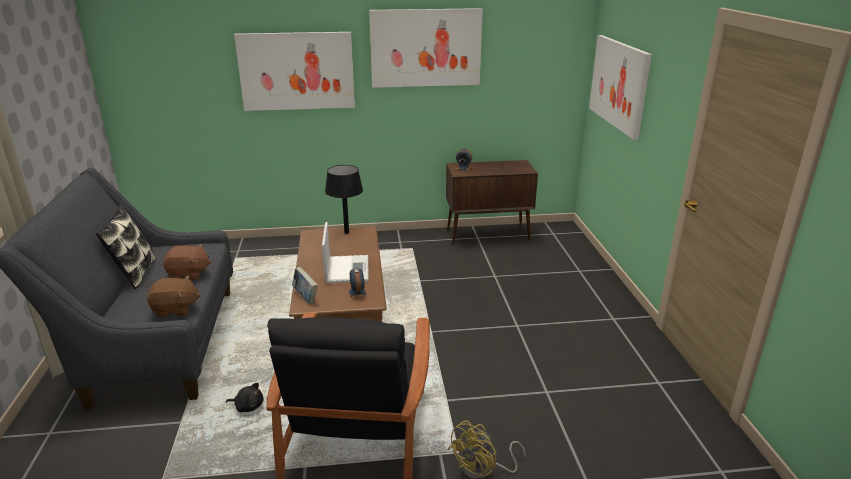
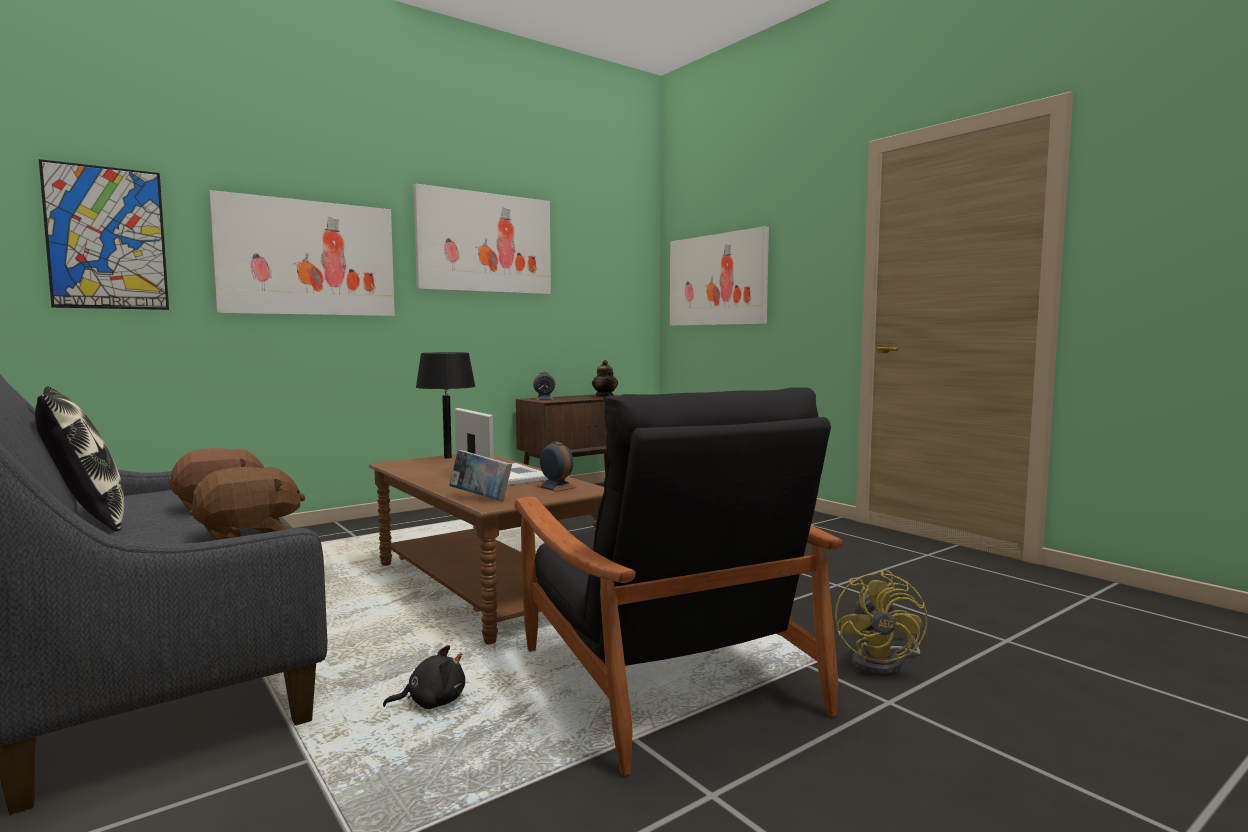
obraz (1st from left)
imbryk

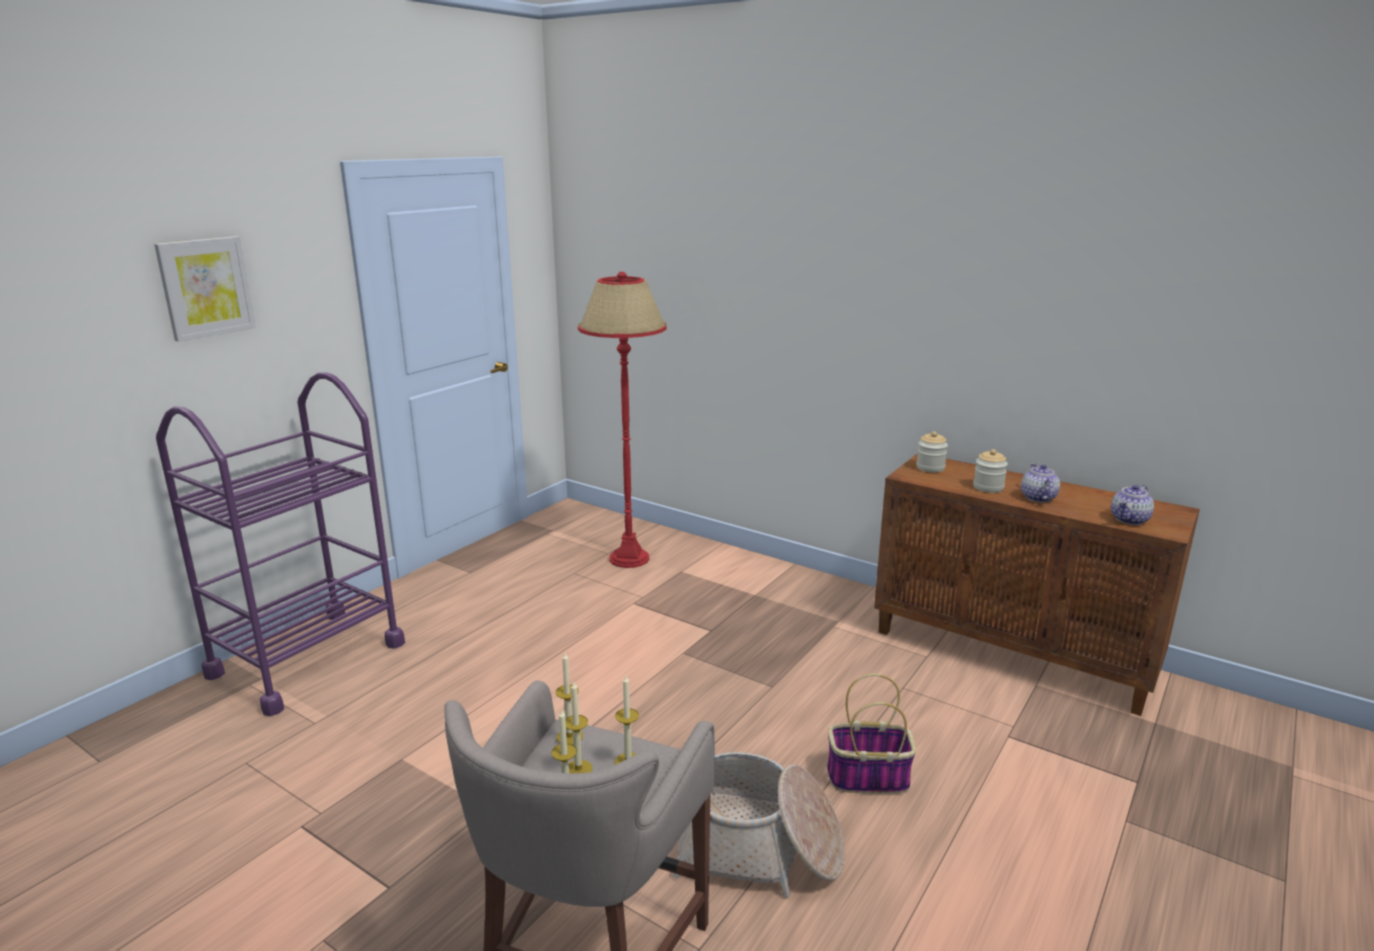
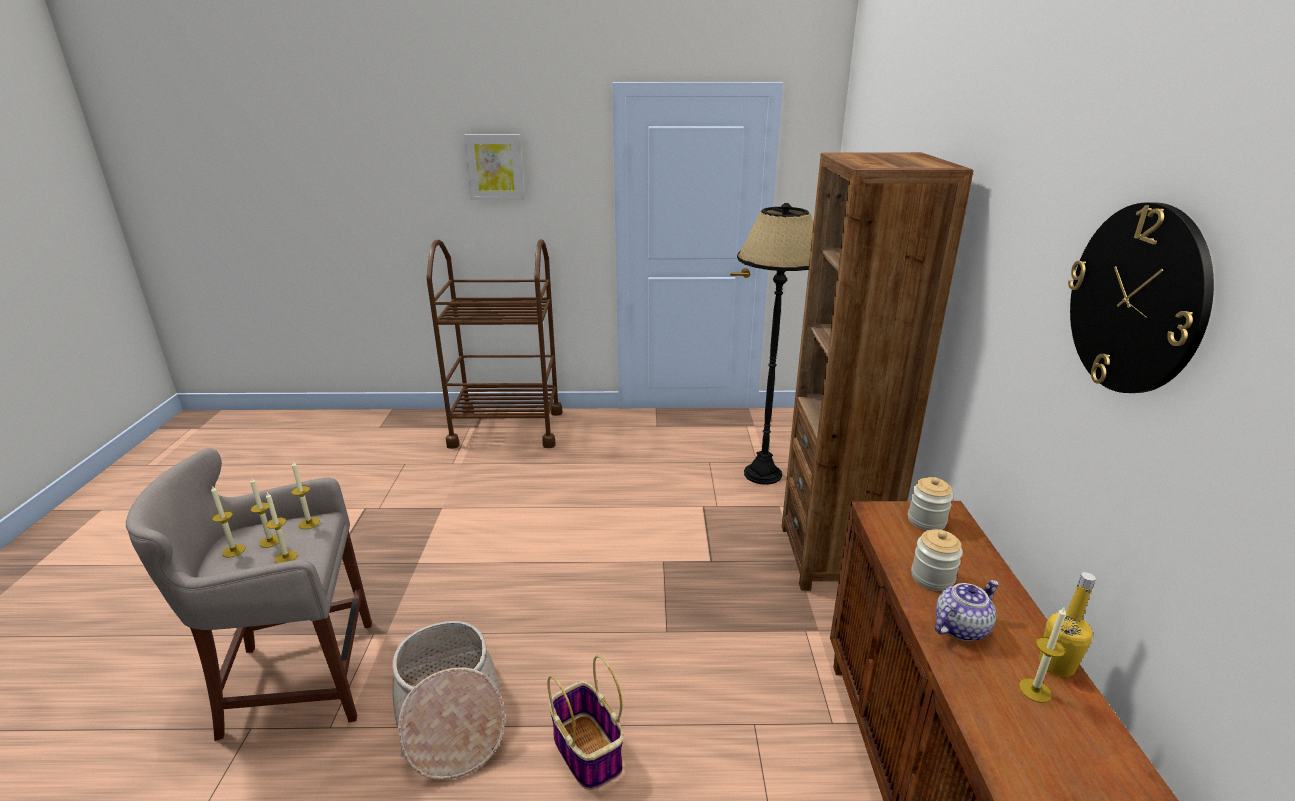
imbryk (2nd from left in the first image)
regał [brązowy]
świeca (5th from left)
butelka [żółty]
zegar ścienny
wózek [brązowy]
lampa stojąca [czarny]

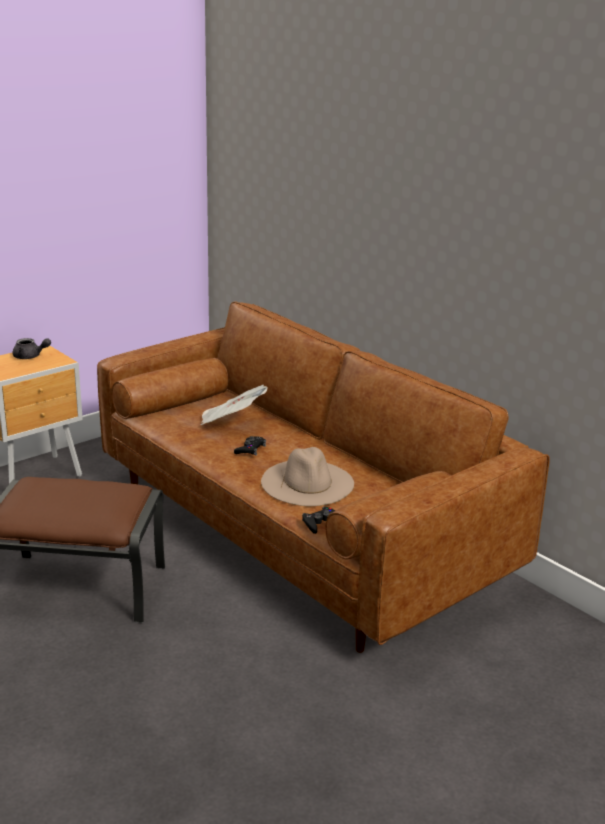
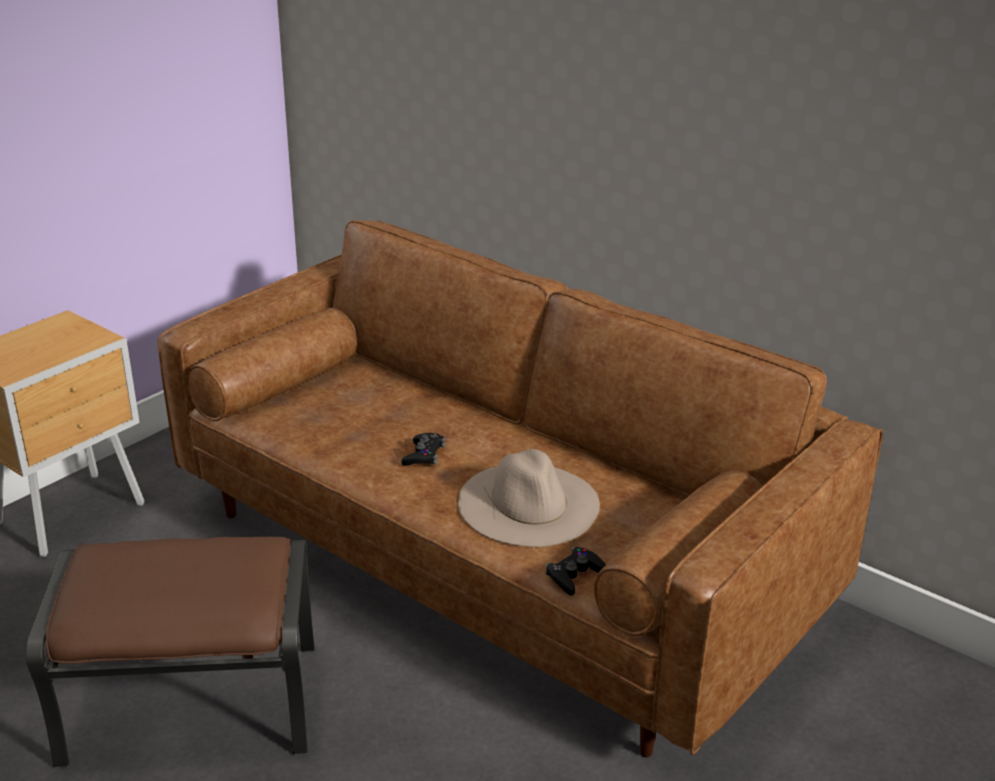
imbryk [szary]
gazeta

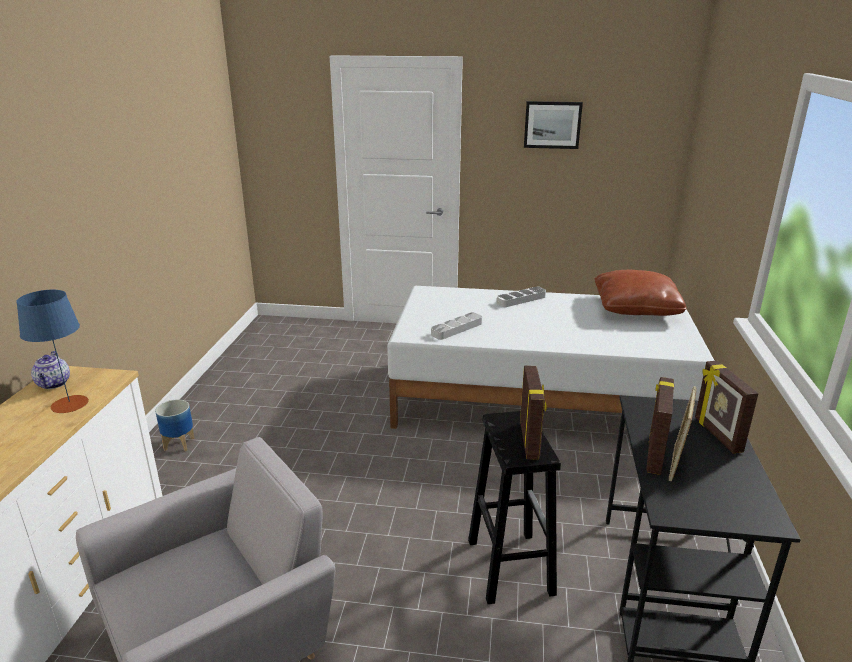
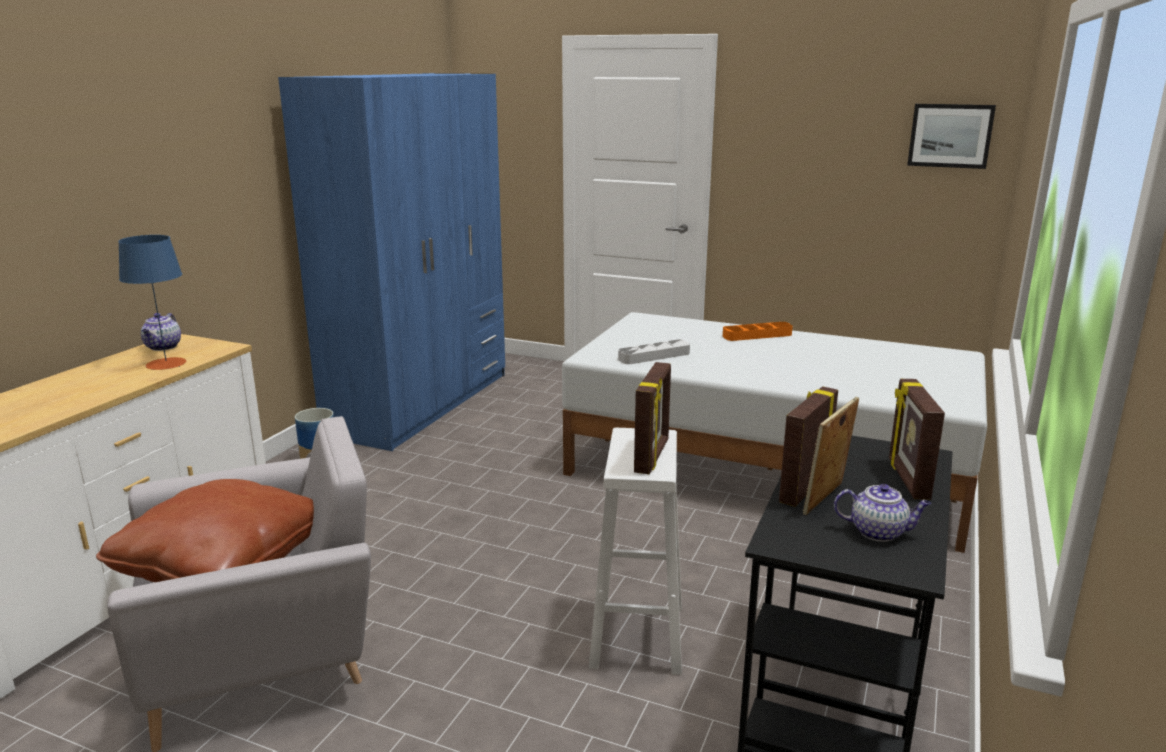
szafa [niebieski]
imbryk (2nd from left)
obraz
poduszka [brązowy]
stołek [biały]
taca [pomarańczowy]

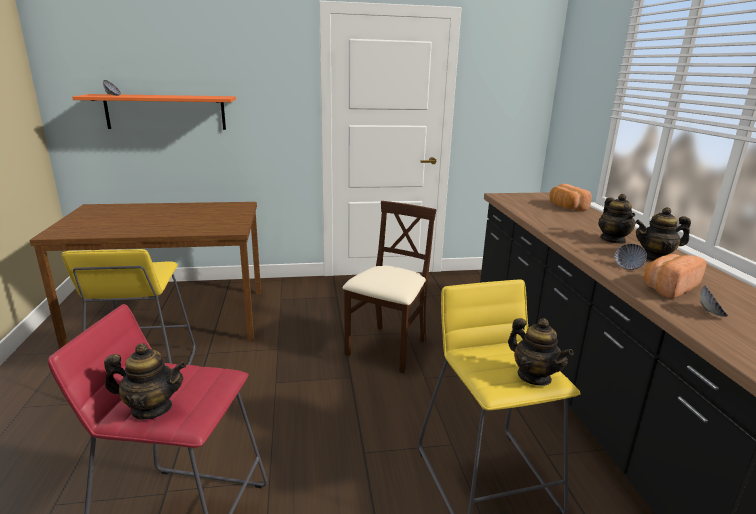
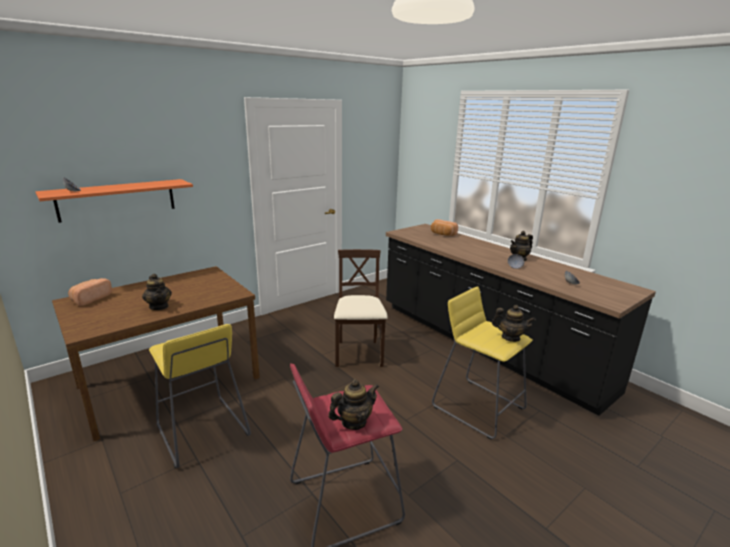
imbryk (1st from left)
chleb (1st from left)

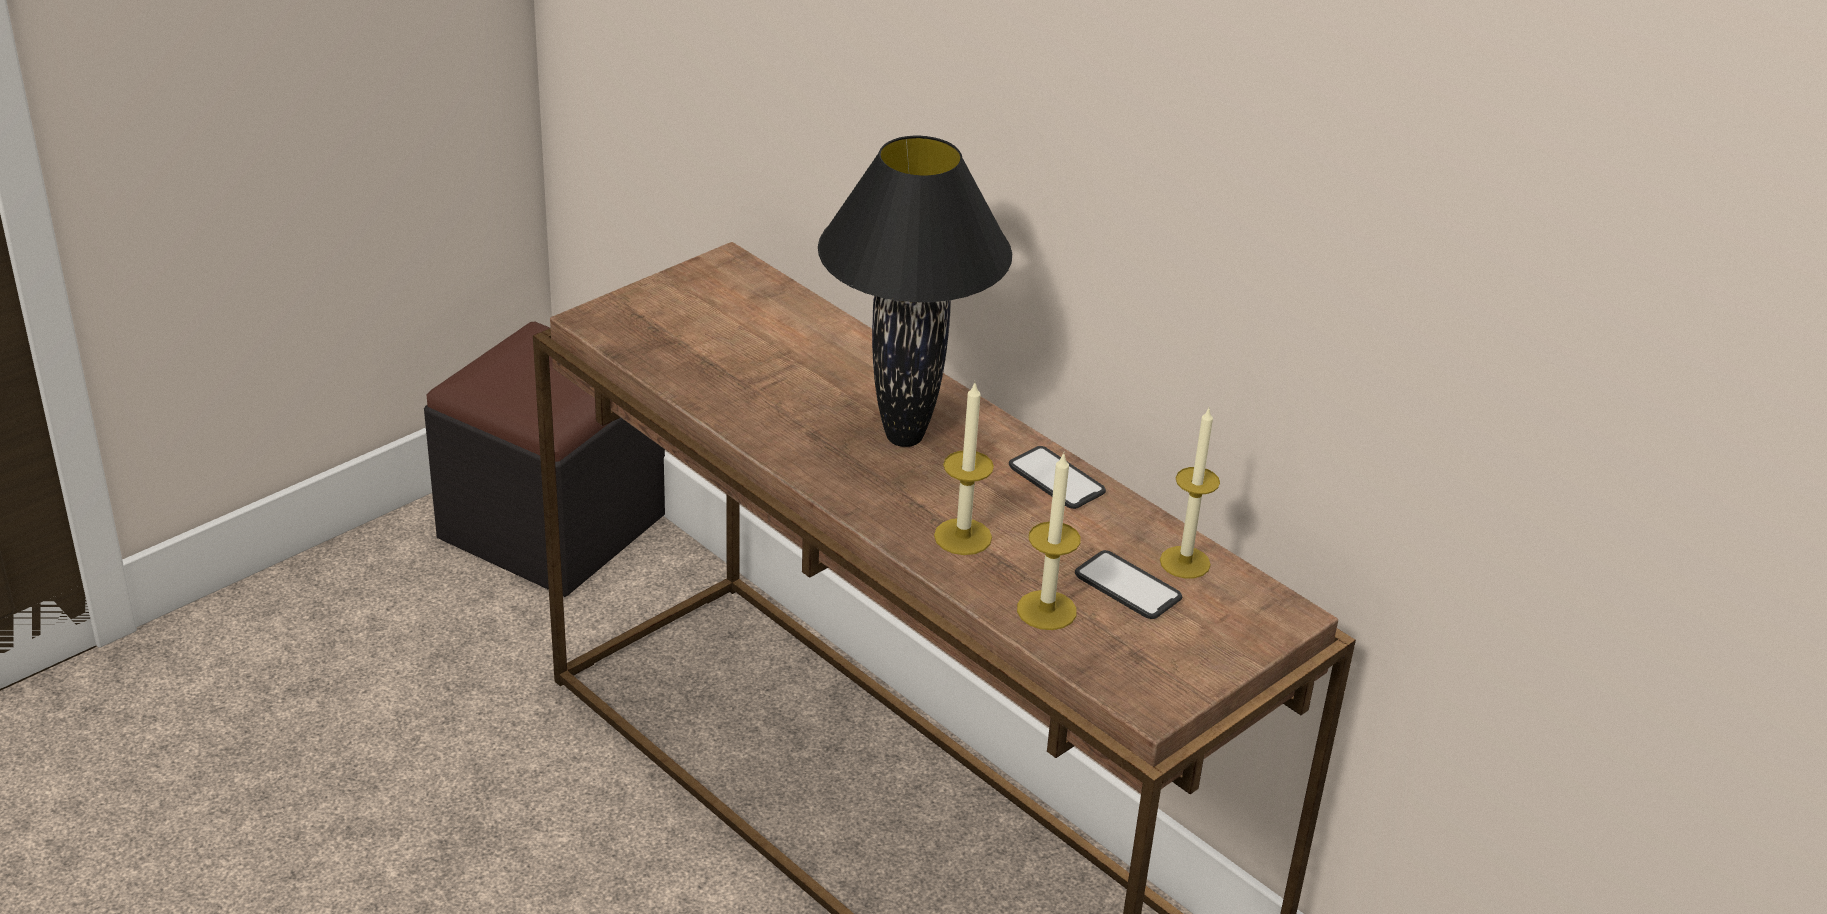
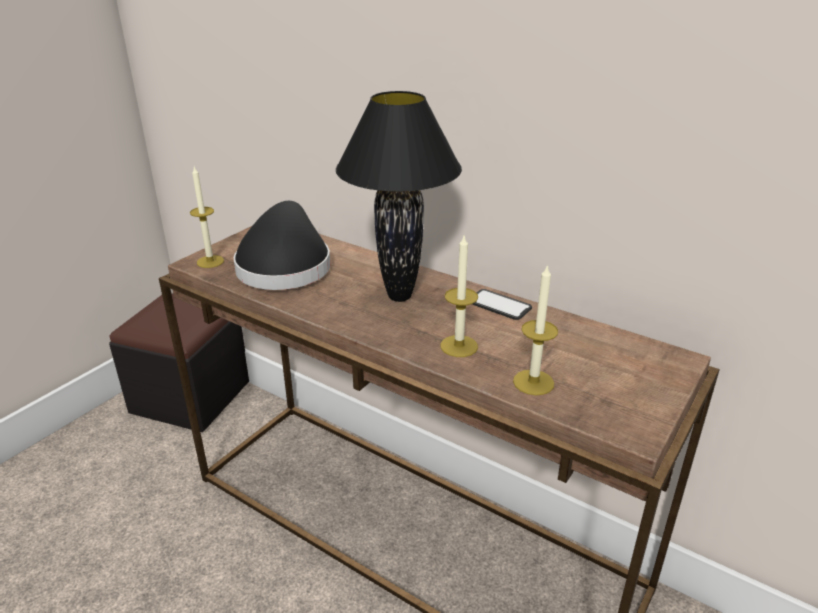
telefon (2nd from left in the first image)
kapelusz [czarny]
świeca (1st from left)

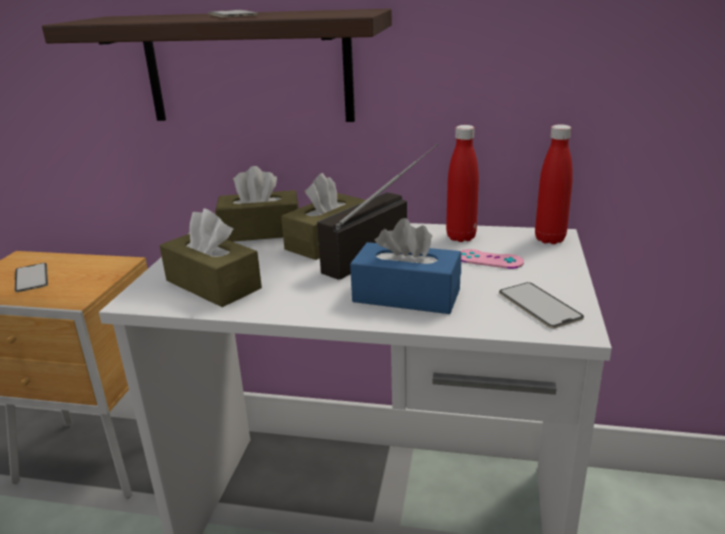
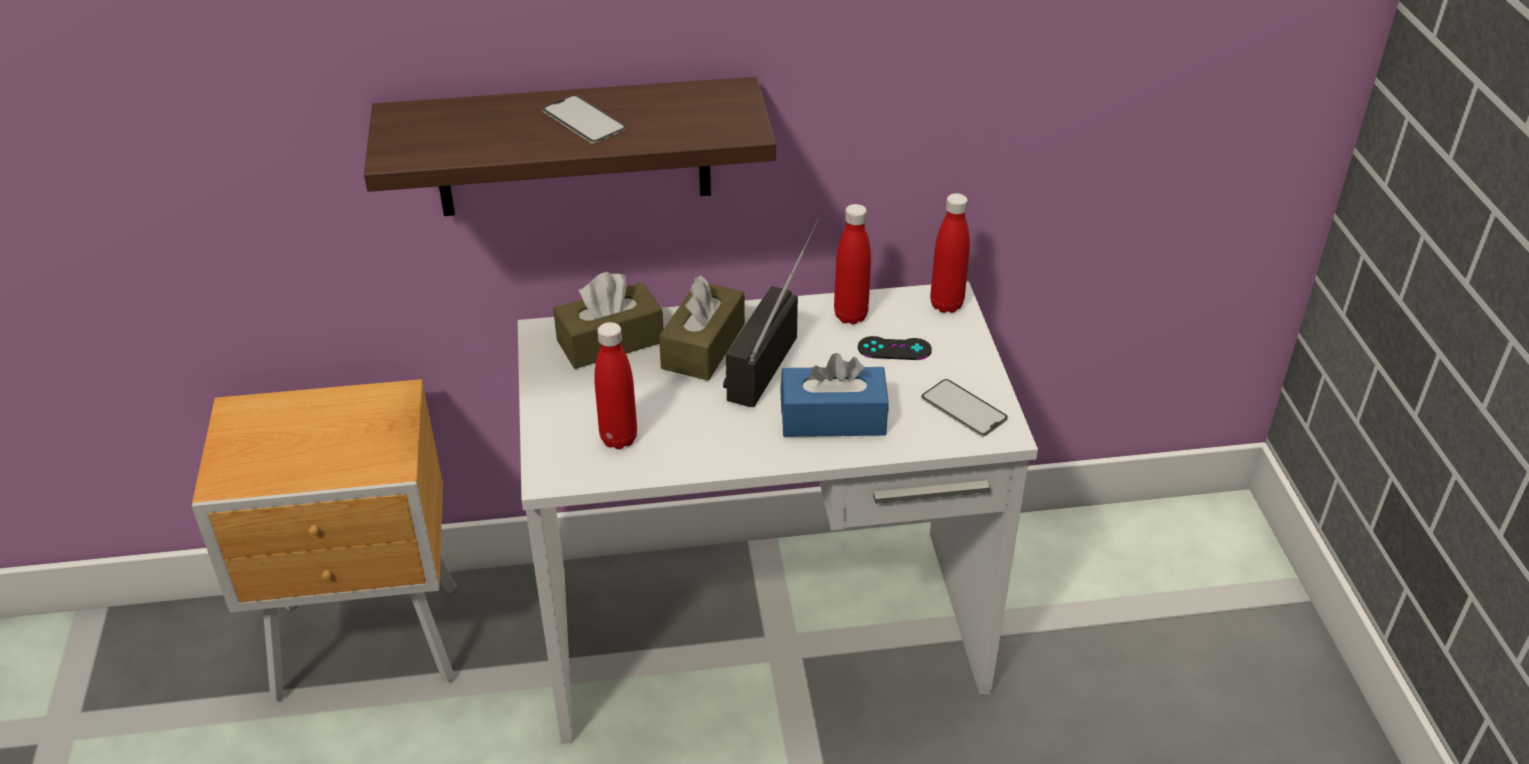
telefon (1st from left in the first image)
butelka [czerwony] (1st from left)
pad do gier [czarny]

